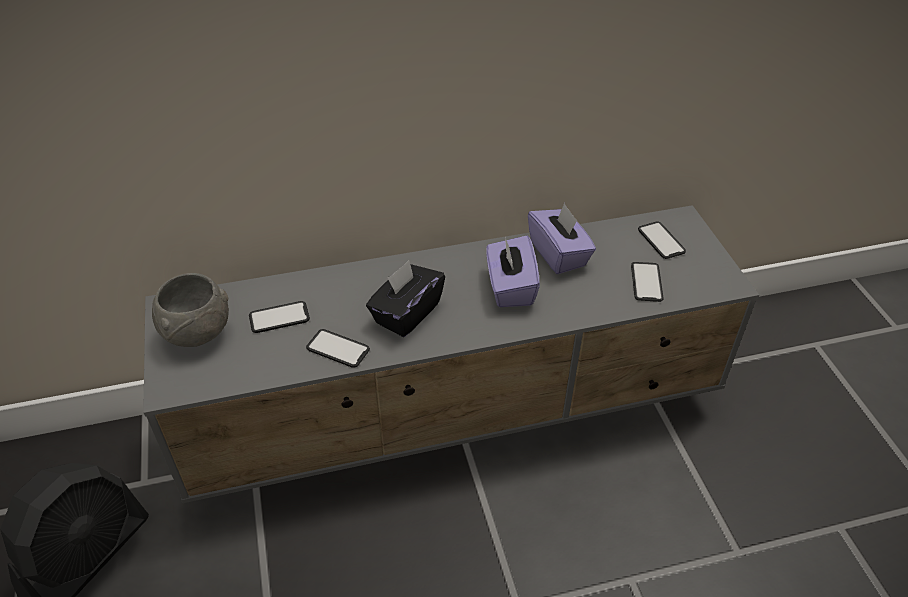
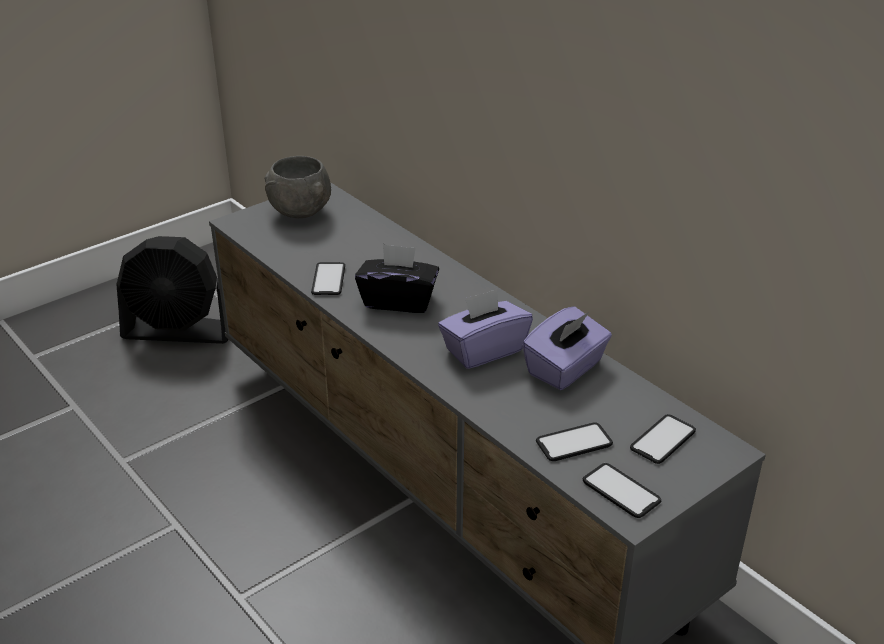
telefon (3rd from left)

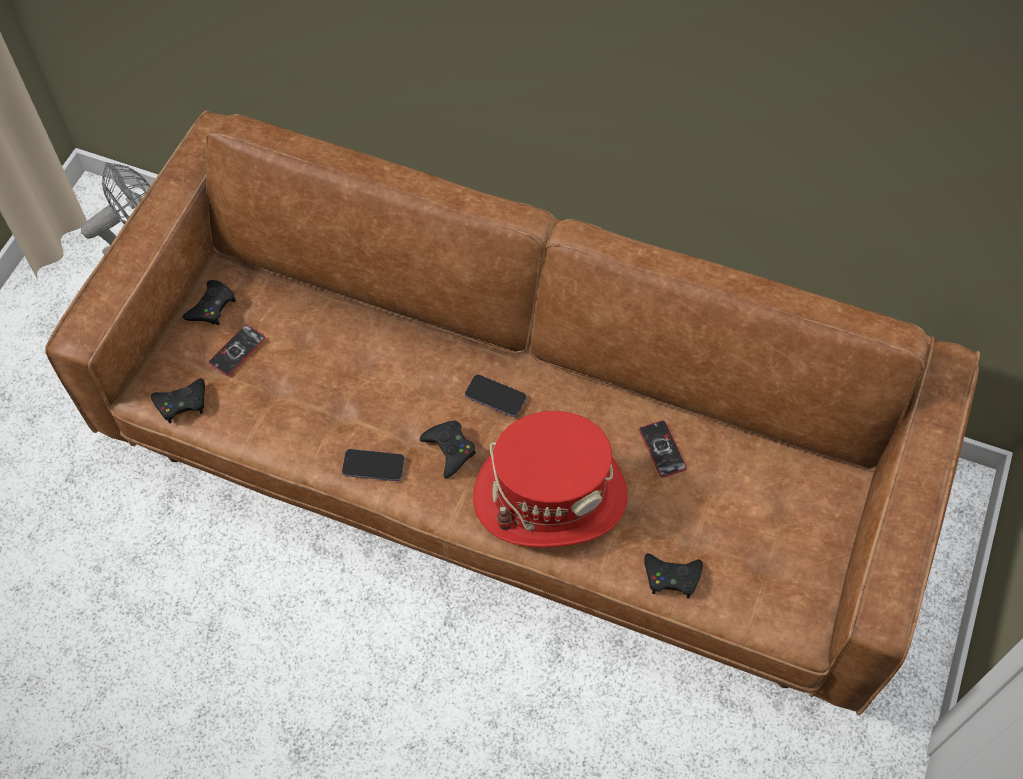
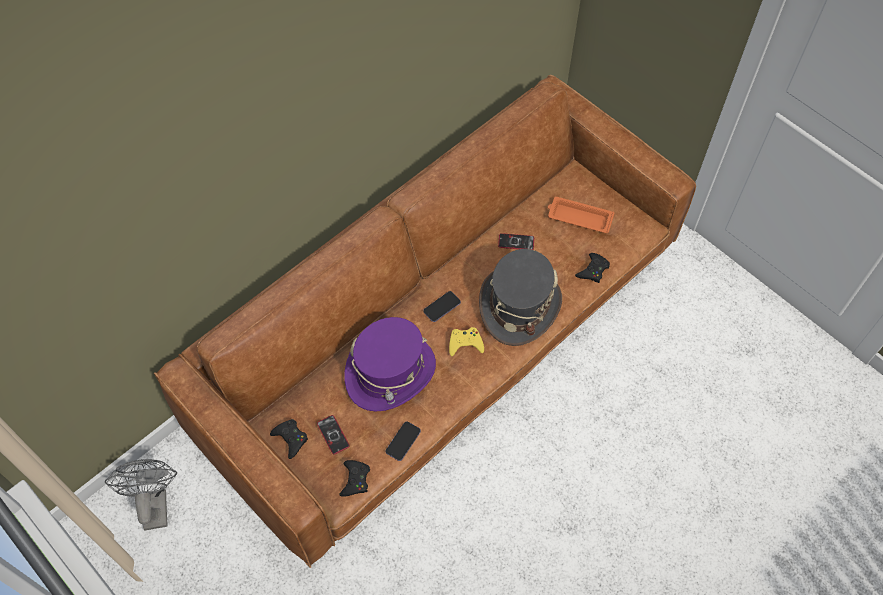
kapelusz [fioletowy]
taca [pomarańczowy]
telefon (2nd from left)
pad do gier [żółty]
kapelusz [szary]

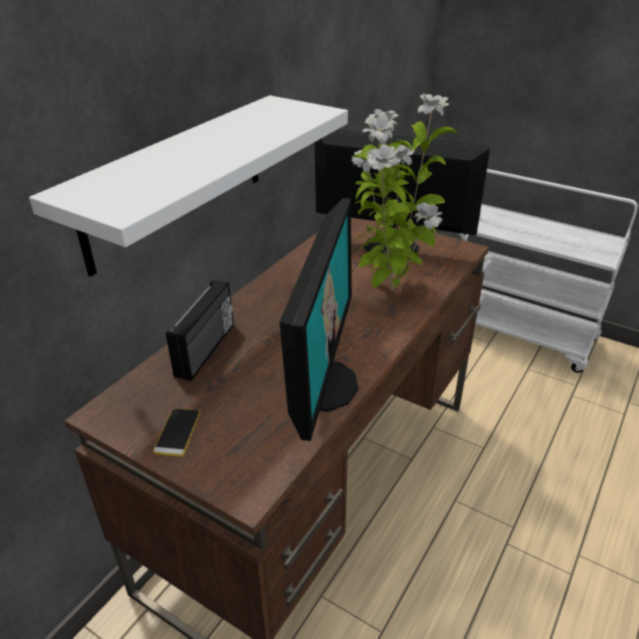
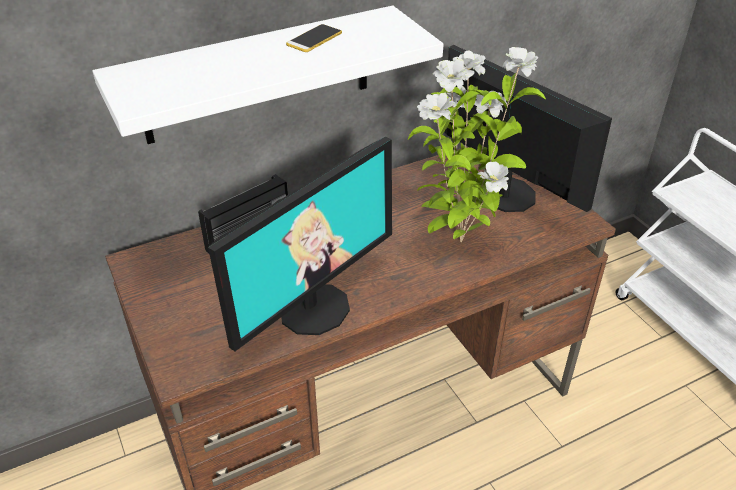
telefon

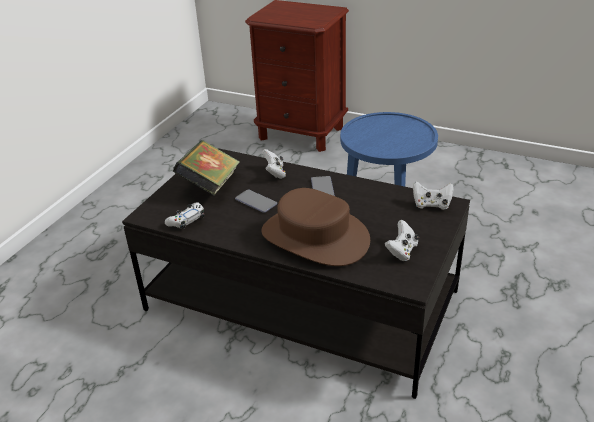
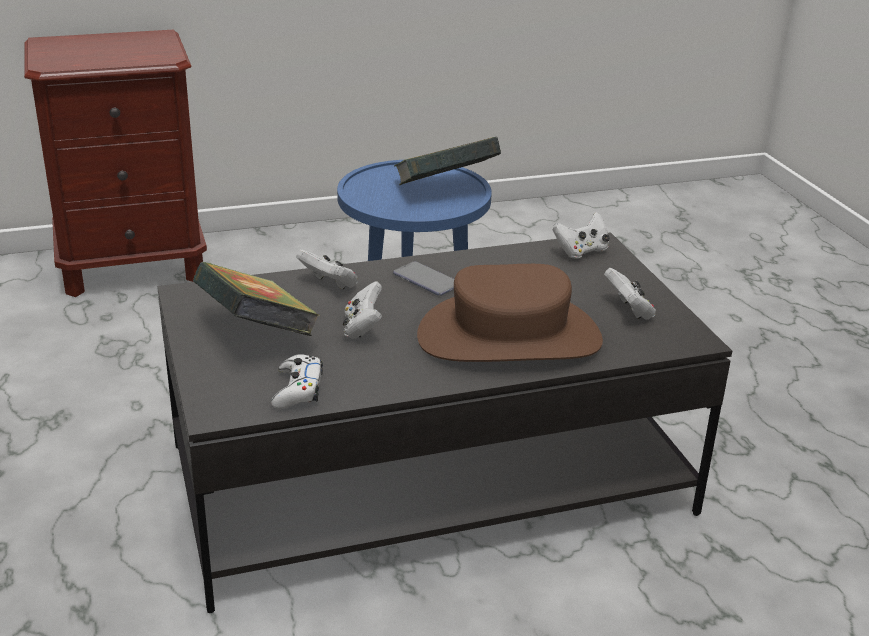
książka (2nd from left)
pad do gier [biały] (3rd from left)

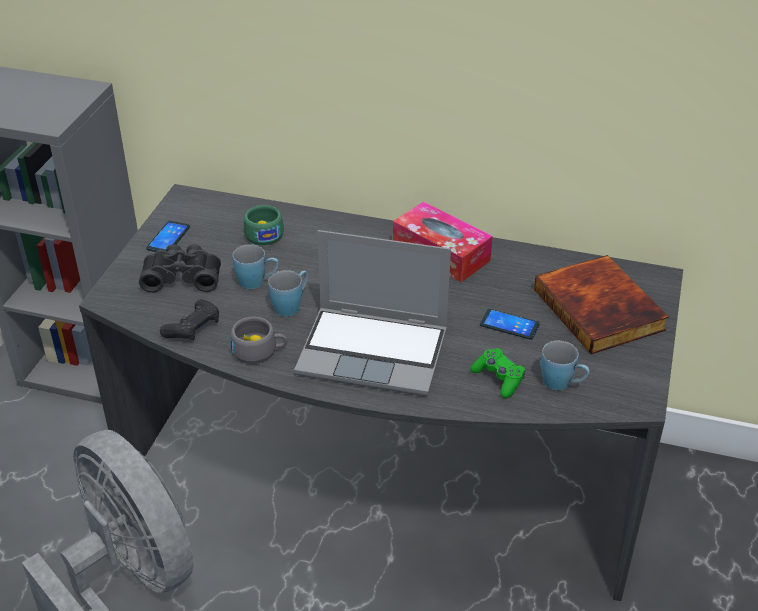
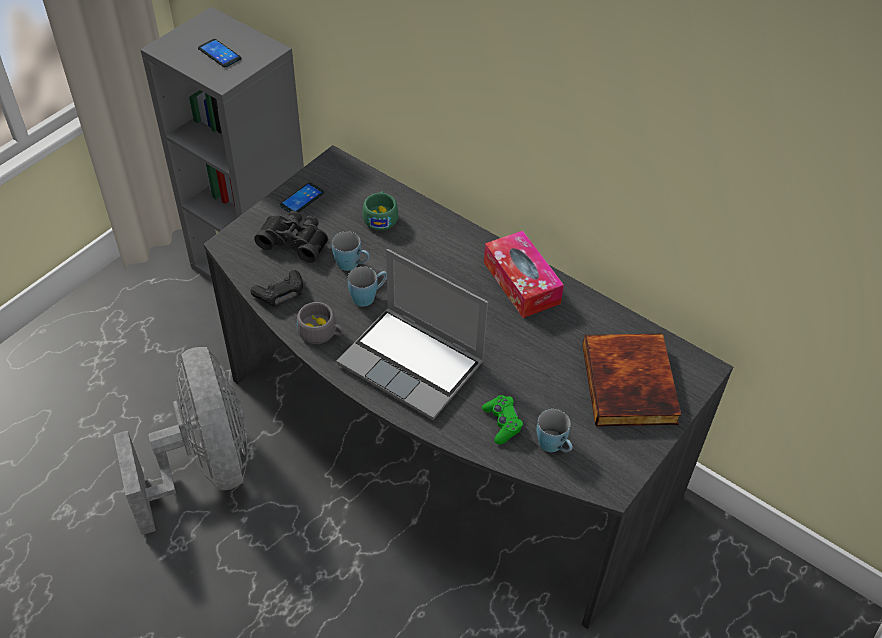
telefon (1st from left)

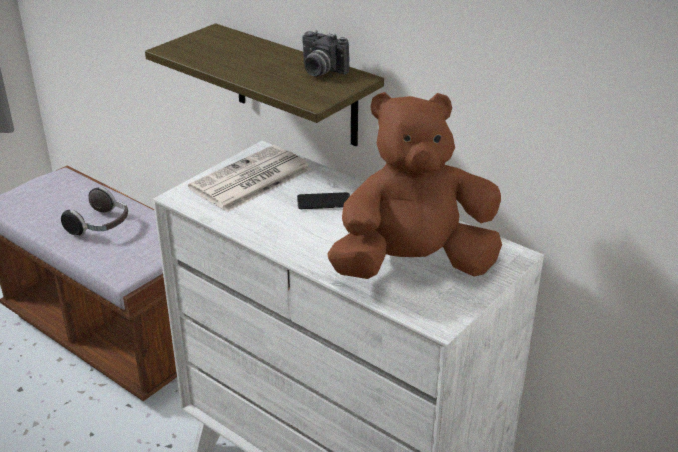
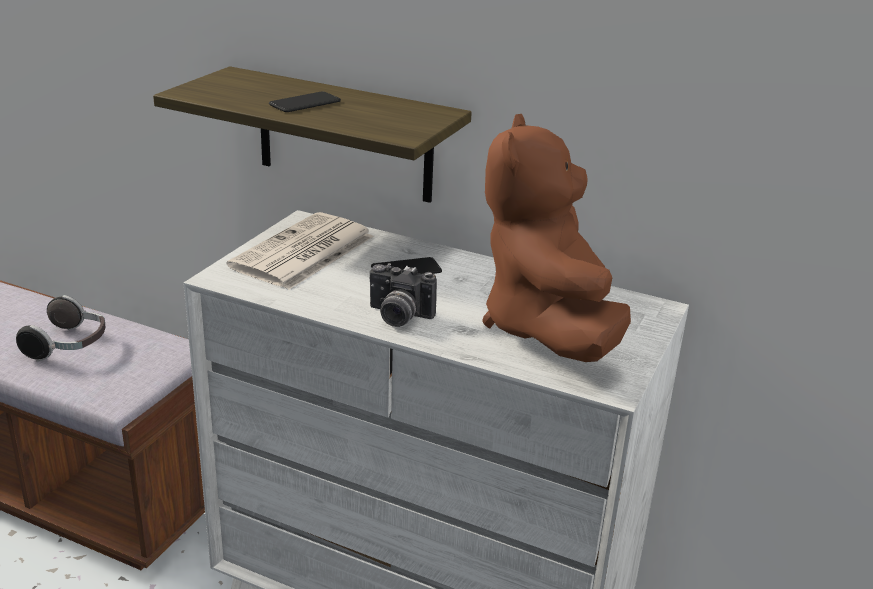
telefon (1st from left)
aparat fotograficzny
pluszak [brązowy]

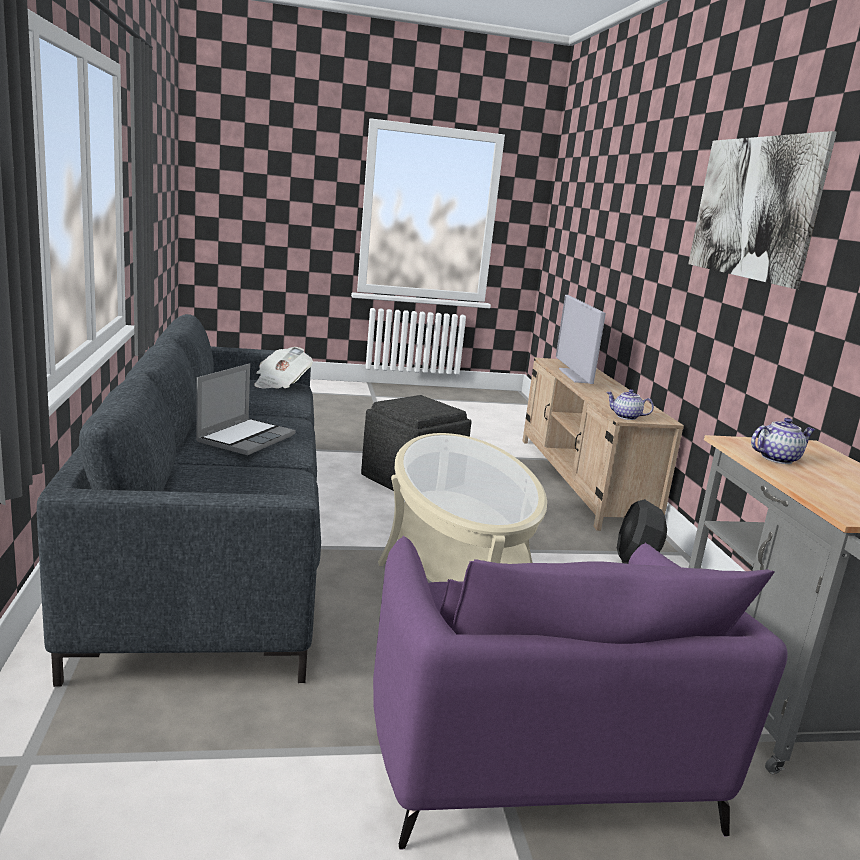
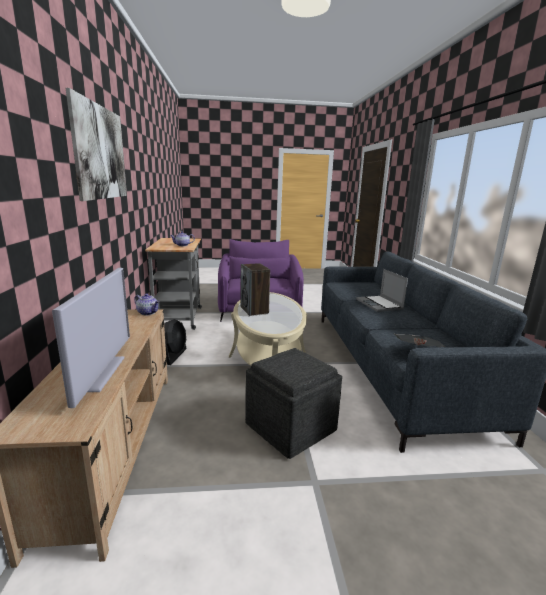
głośnik
laptop

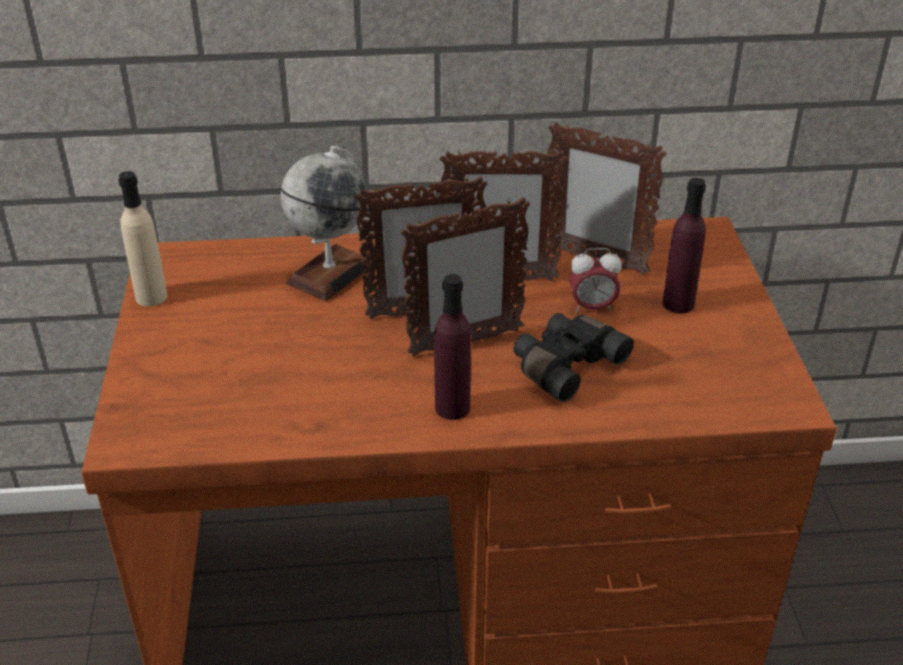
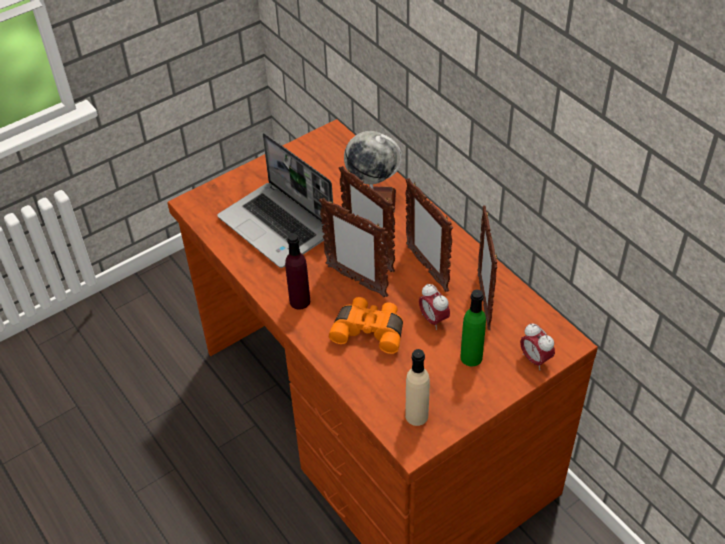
laptop
budzik (2nd from left)
butelka [beżowy]
lornetka [pomarańczowy]
butelka [zielony]

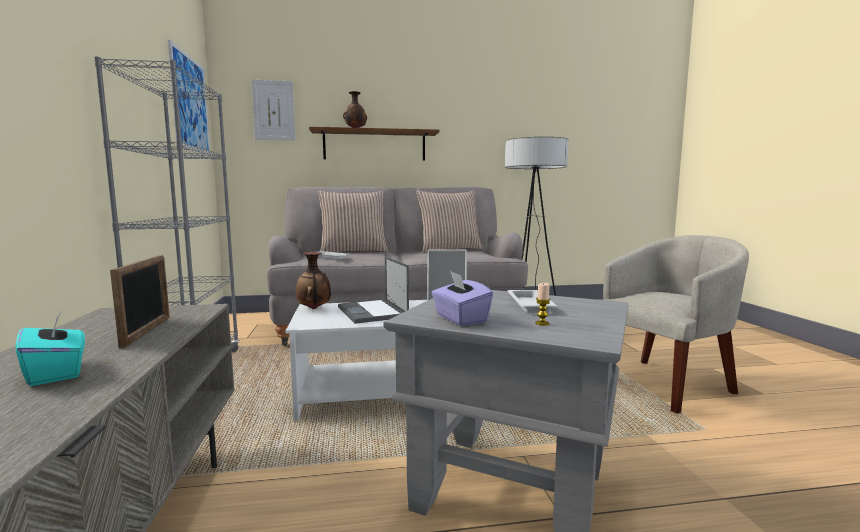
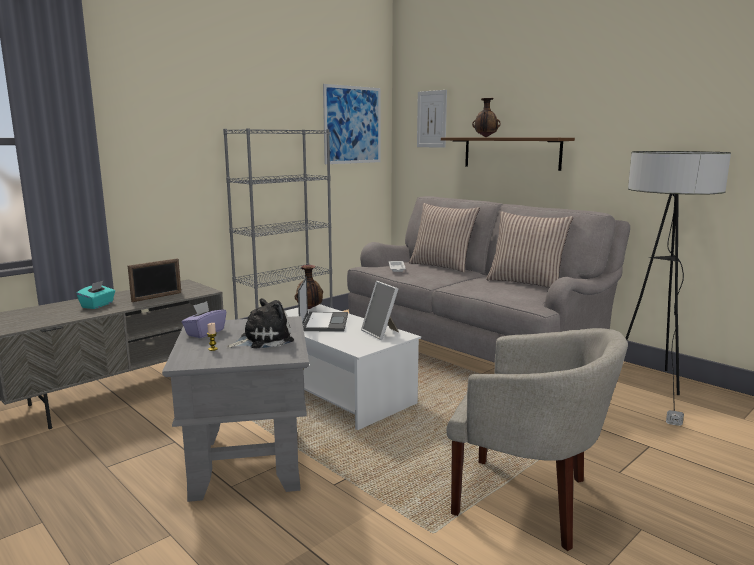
pluszak
laptop

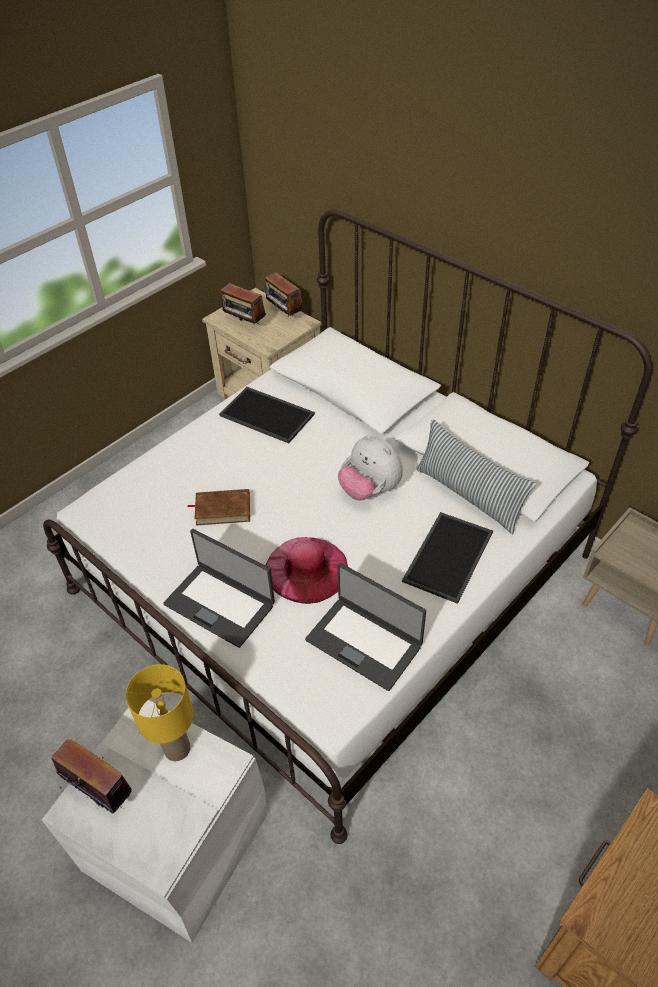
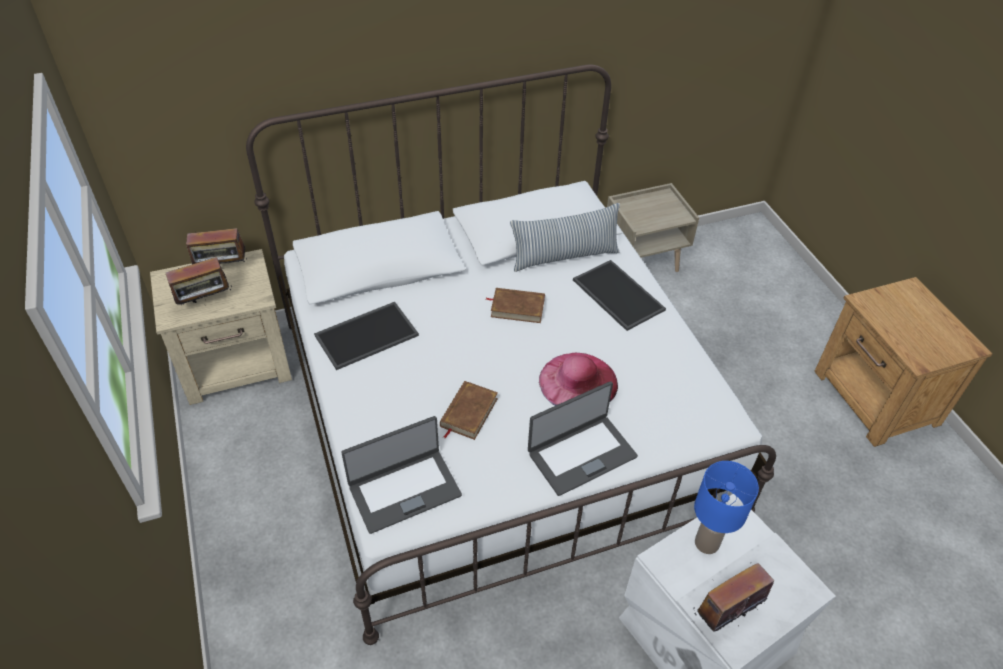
laptop (1st from left)
książka [brązowy] (2nd from left)
lampa stołowa [niebieski]

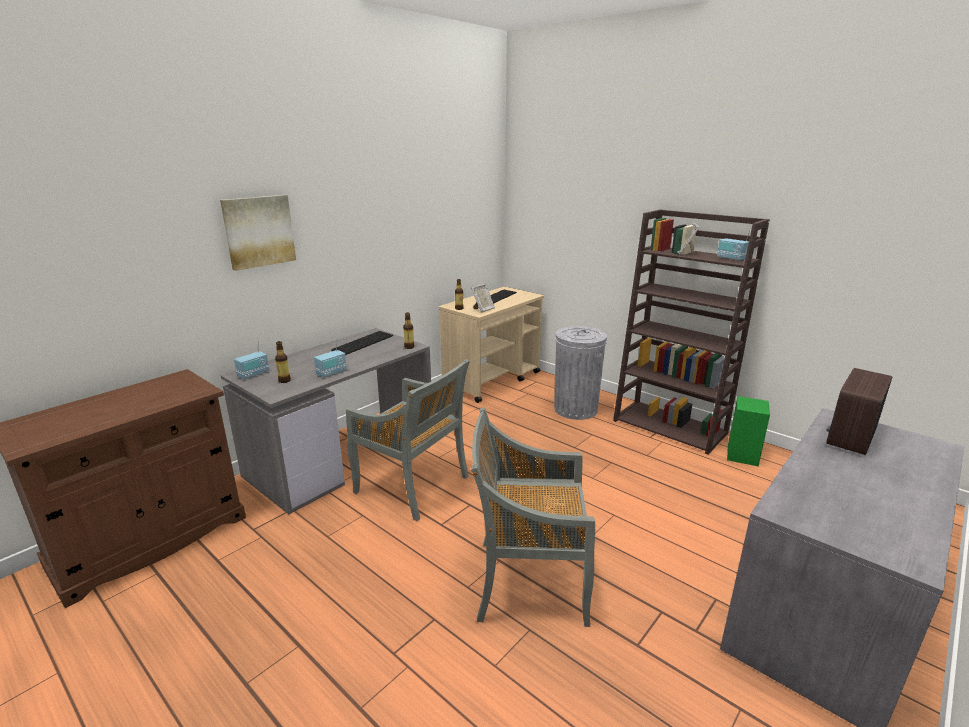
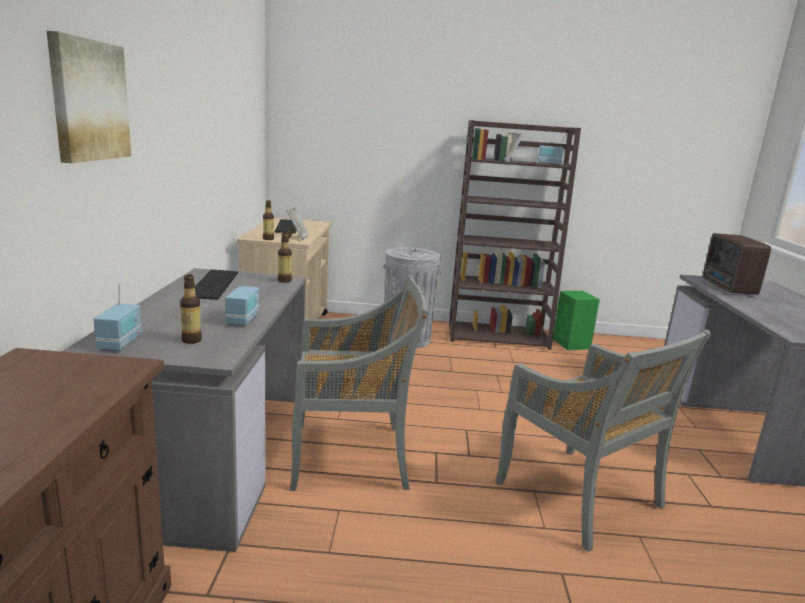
krzesło [szary] (2nd from left)

